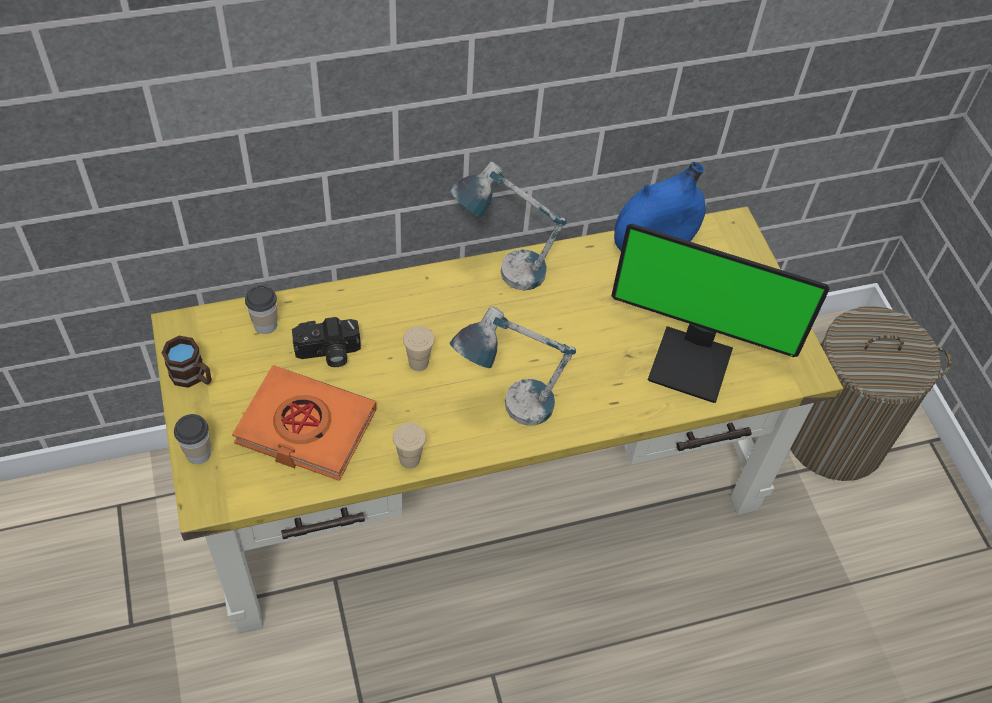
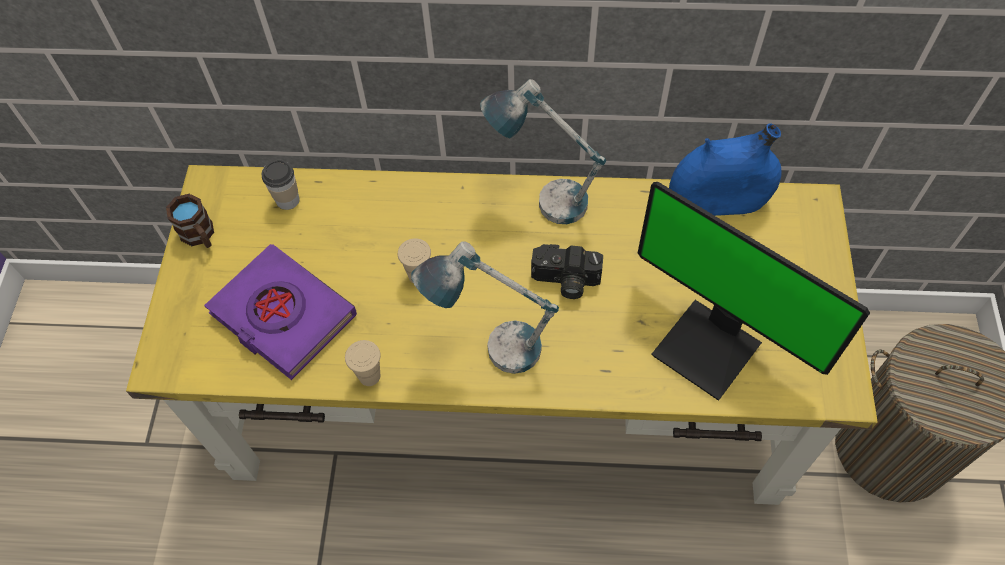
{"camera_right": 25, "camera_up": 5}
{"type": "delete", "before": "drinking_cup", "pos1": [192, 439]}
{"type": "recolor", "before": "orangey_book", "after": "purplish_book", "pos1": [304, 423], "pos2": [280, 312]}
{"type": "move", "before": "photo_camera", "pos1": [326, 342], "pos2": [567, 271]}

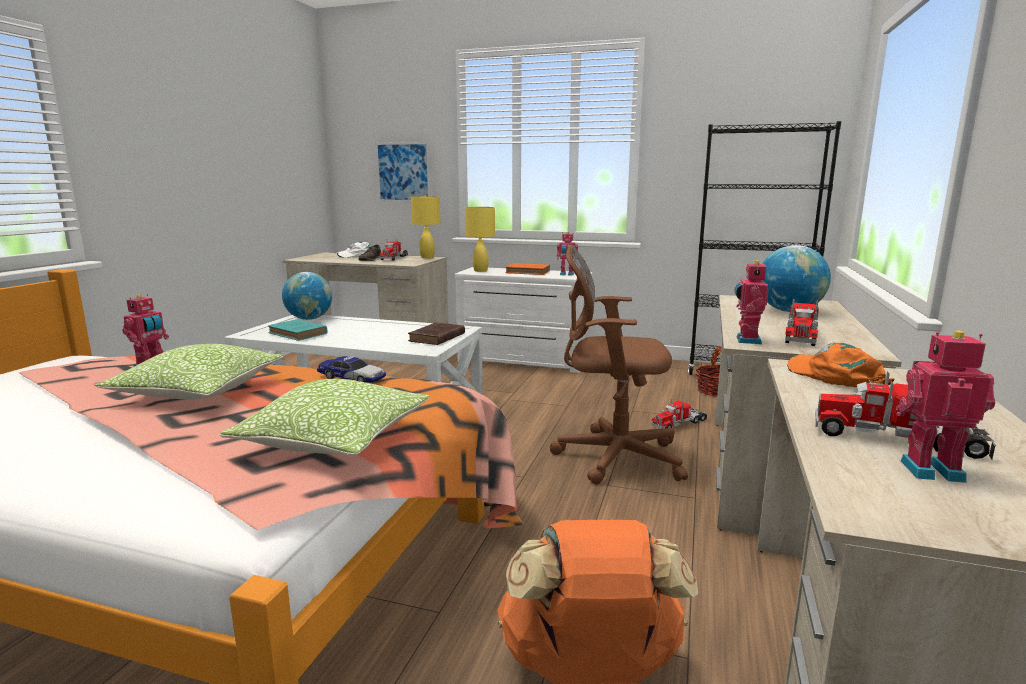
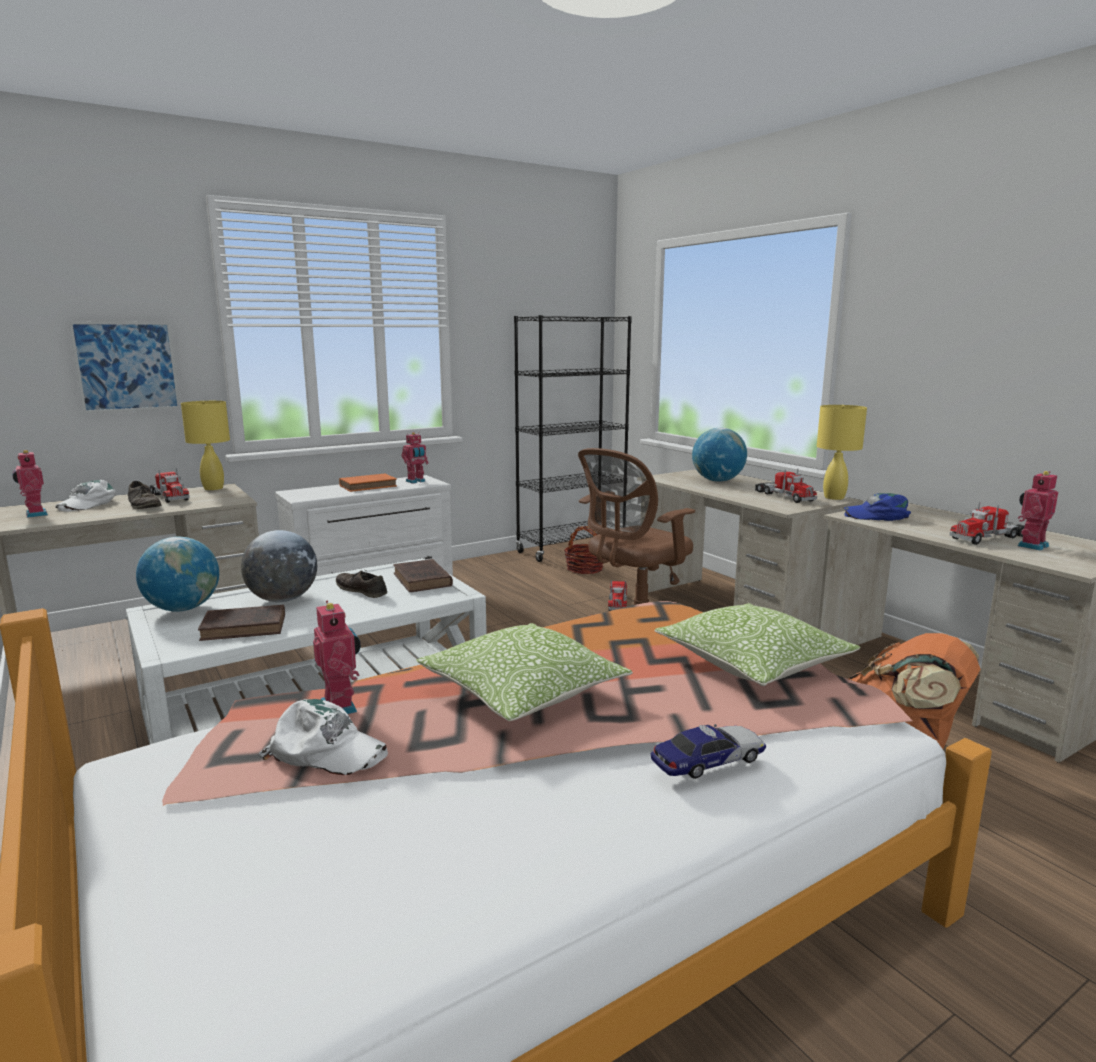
{"camera_right": -50, "camera_up": 0}
{"type": "recolor", "before": "turquoise_book", "after": "brown-coloured_book", "pos1": [297, 330], "pos2": [241, 623]}
{"type": "move", "before": "toy_car", "pos1": [351, 369], "pos2": [708, 751]}
{"type": "move", "before": "yellow-coloured_lamp_for_a_table", "pos1": [480, 239], "pos2": [842, 452]}
{"type": "move", "before": "robot_figure", "pos1": [752, 302], "pos2": [30, 484]}
{"type": "recolor", "before": "orangey_peaked_cap", "after": "bluish_peaked_cap", "pos1": [841, 365], "pos2": [877, 507]}
{"type": "insert", "after": "world_globe", "pos2": [279, 566]}
{"type": "insert", "after": "white-coloured_peaked_cap", "pos2": [323, 737]}
{"type": "insert", "after": "brown-coloured_shoe", "pos2": [361, 584]}

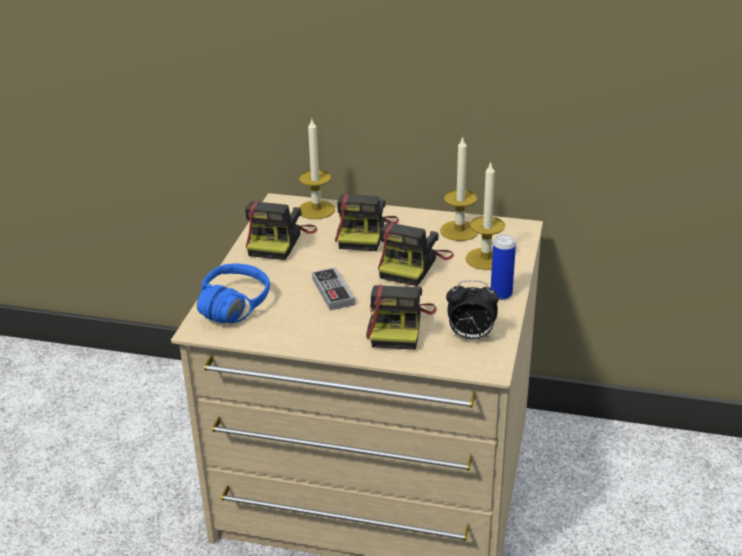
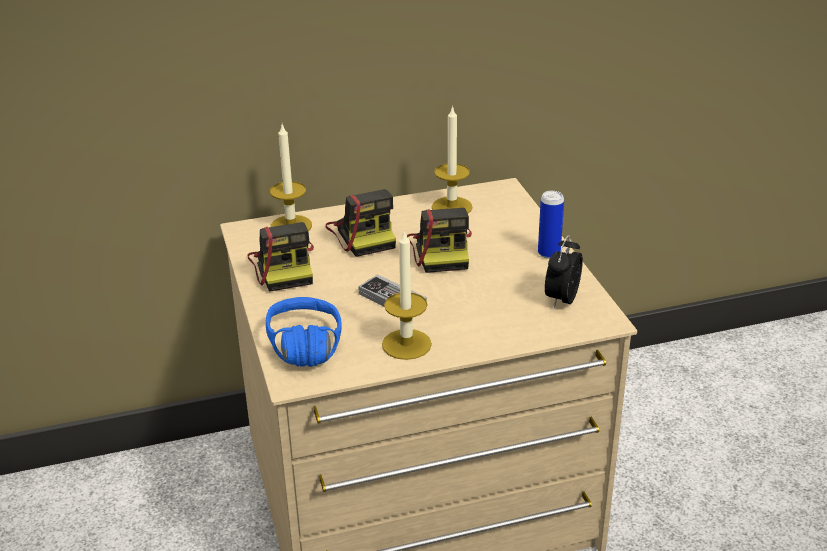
{"camera_right": -30, "camera_up": 0}
{"type": "delete", "before": "photo_camera", "pos1": [401, 317]}
{"type": "rotate", "before": "alarm_clock", "pos1": [472, 309], "pos2": [564, 272], "turn": 135}
{"type": "move", "before": "wax_candle", "pos1": [485, 215], "pos2": [407, 295]}

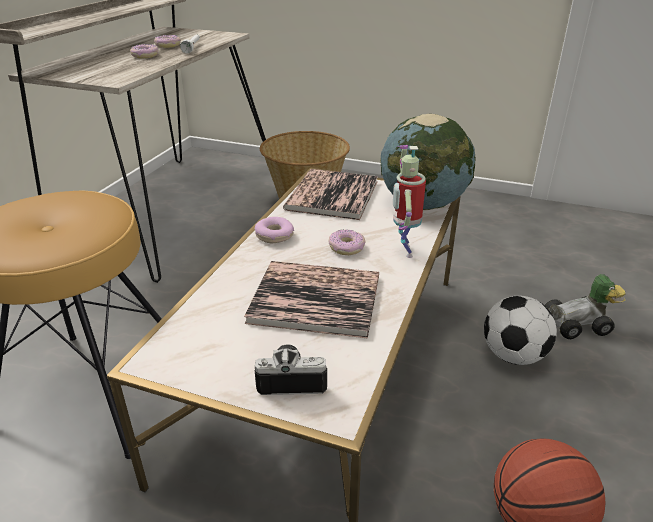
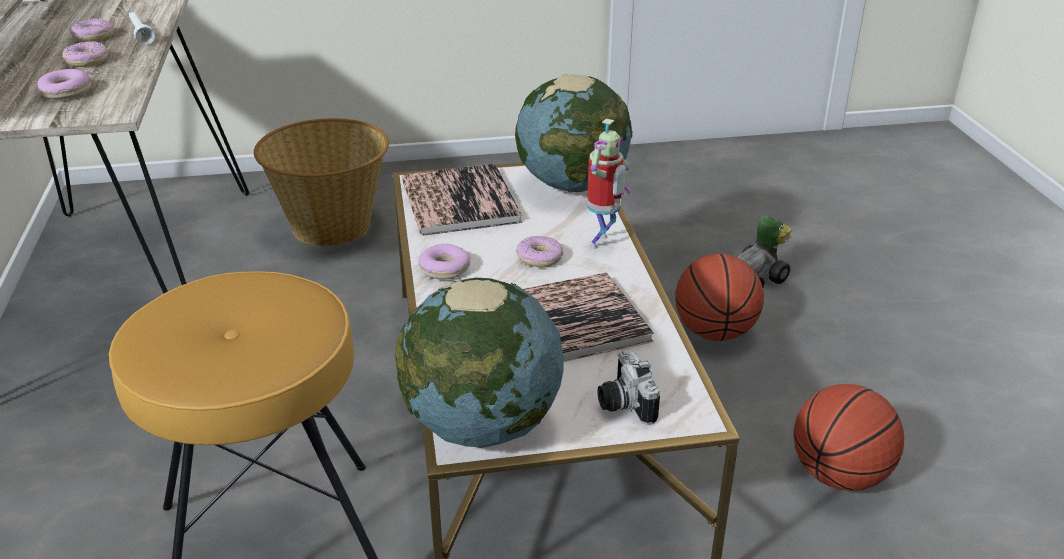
{"camera_right": -30, "camera_up": 0}
{"type": "rotate", "before": "photo_camera", "pos1": [291, 369], "pos2": [629, 386], "turn": -75}
{"type": "rotate", "before": "robot_figure", "pos1": [409, 201], "pos2": [608, 184], "turn": -120}
{"type": "replace", "before": "football", "after": "ball_for_basketball", "pos1": [520, 330], "pos2": [719, 297]}
{"type": "insert", "after": "ring_doughnut", "pos2": [64, 84]}
{"type": "insert", "after": "world_globe", "pos2": [479, 363]}

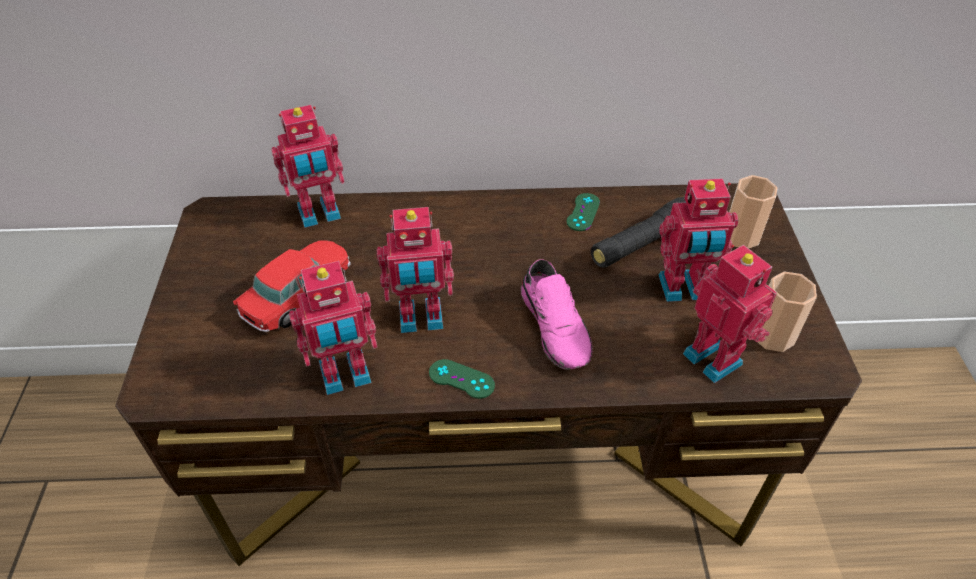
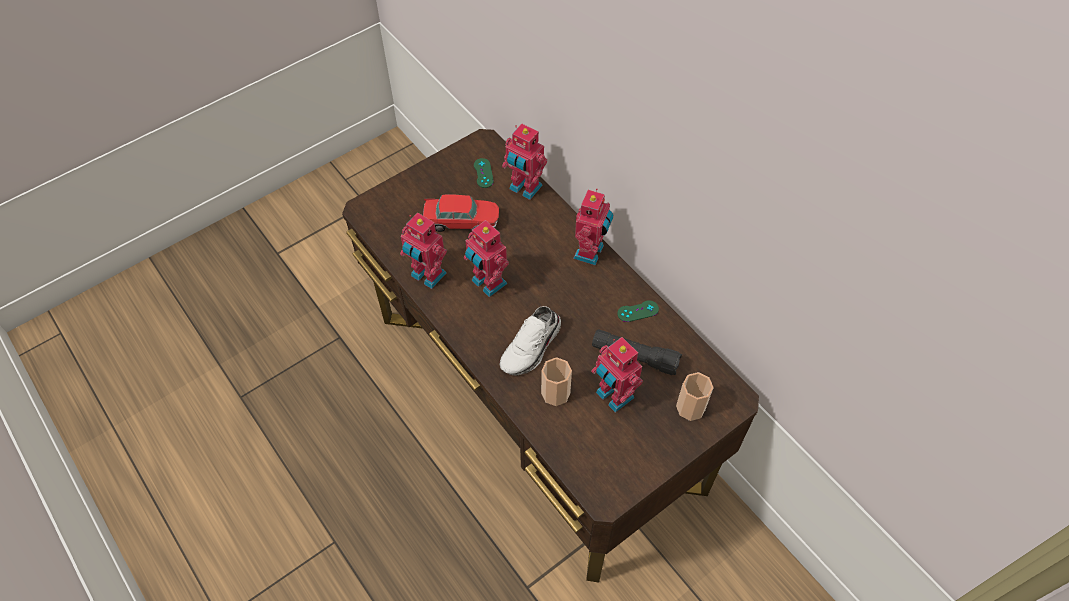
{"camera_right": 55, "camera_up": 10}
{"type": "move", "before": "green-coloured_joypad", "pos1": [462, 379], "pos2": [484, 173]}
{"type": "recolor", "before": "pink-coloured_shoe", "after": "white-coloured_shoe", "pos1": [557, 314], "pos2": [530, 341]}
{"type": "move", "before": "robot_figure", "pos1": [730, 314], "pos2": [593, 227]}
{"type": "move", "before": "drinking_cup", "pos1": [787, 312], "pos2": [556, 381]}

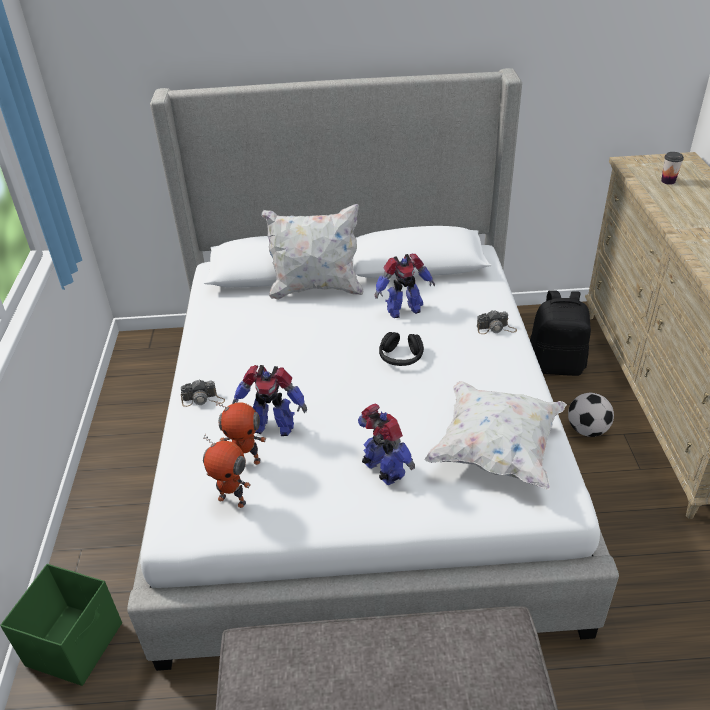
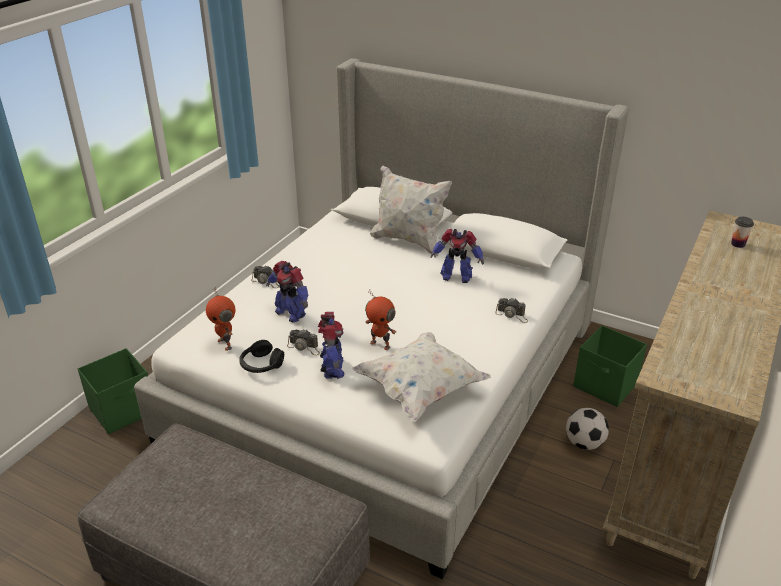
{"camera_right": 30, "camera_up": -5}
{"type": "move", "before": "robot_figure", "pos1": [241, 432], "pos2": [380, 320]}
{"type": "move", "before": "black-coloured_headphones", "pos1": [401, 349], "pos2": [261, 356]}
{"type": "replace", "before": "black-coloured_rucksack", "after": "green-coloured_storage_box", "pos1": [560, 333], "pos2": [610, 366]}
{"type": "insert", "after": "photo_camera", "pos2": [303, 342]}

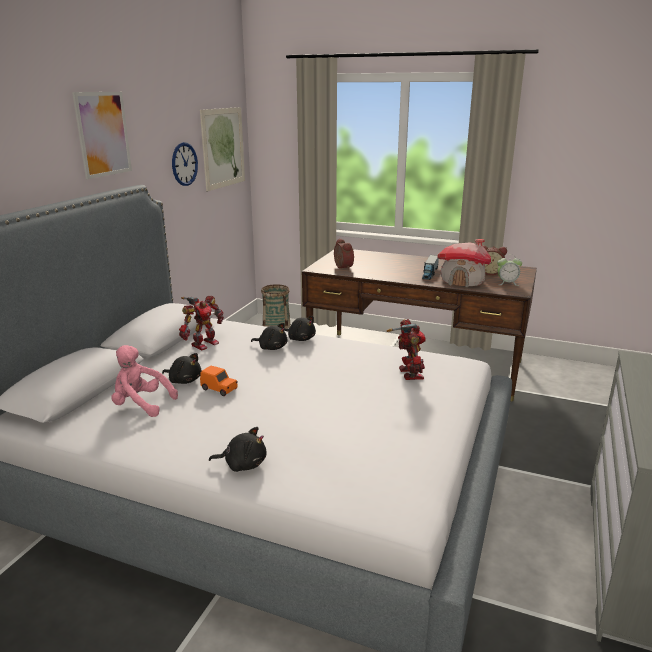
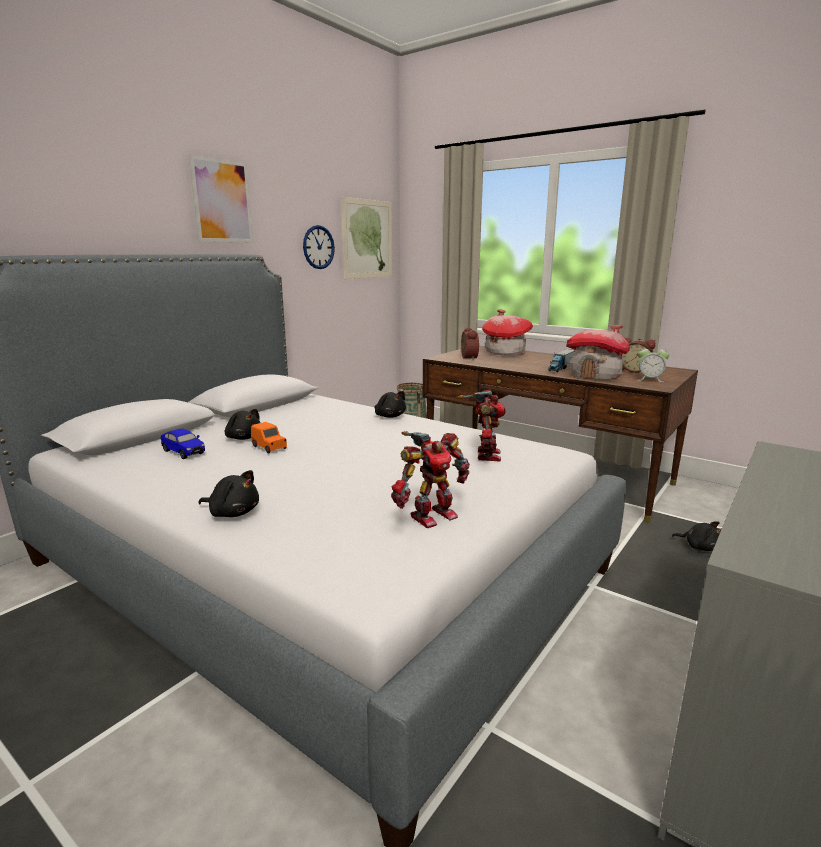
{"camera_right": 15, "camera_up": -5}
{"type": "replace", "before": "pink-coloured_plush_toy", "after": "toy_car", "pos1": [145, 381], "pos2": [183, 444]}
{"type": "move", "before": "robot_figure", "pos1": [201, 323], "pos2": [430, 479]}
{"type": "move", "before": "black-coloured_plush_toy", "pos1": [269, 336], "pos2": [697, 536]}
{"type": "insert", "after": "model_house", "pos2": [507, 332]}

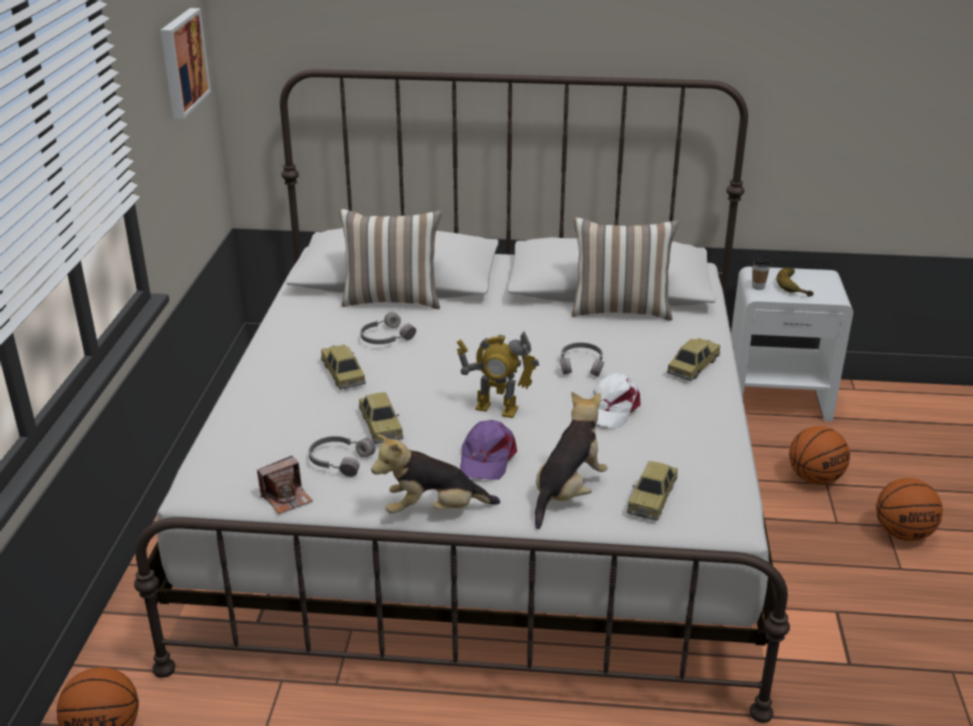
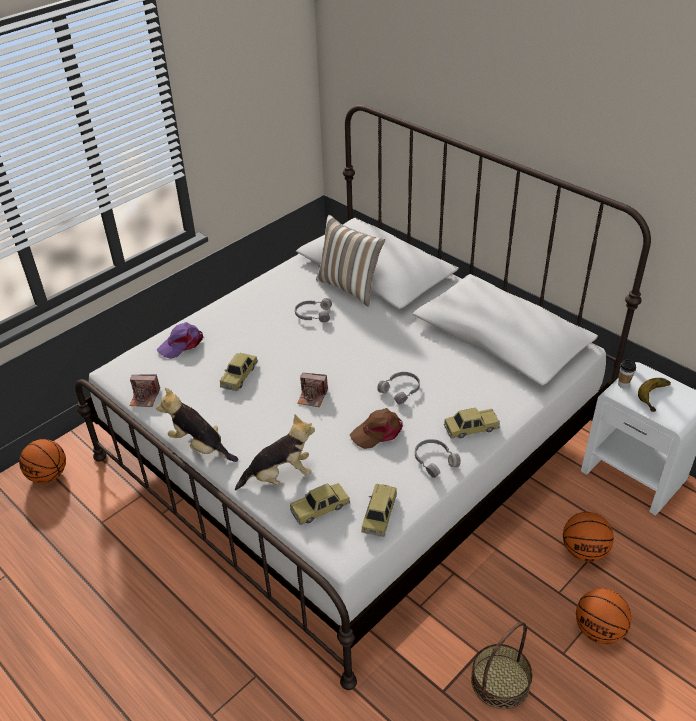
{"camera_right": 40, "camera_up": 10}
{"type": "delete", "before": "picture", "pos1": [185, 63]}
{"type": "move", "before": "gray_headphones", "pos1": [342, 456], "pos2": [438, 458]}
{"type": "move", "before": "toy_car", "pos1": [343, 367], "pos2": [379, 510]}
{"type": "replace", "before": "robot_figure", "after": "photo_camera", "pos1": [498, 374], "pos2": [312, 390]}
{"type": "move", "before": "purplish_peaked_cap", "pos1": [488, 450], "pos2": [179, 340]}
{"type": "delete", "before": "pillow", "pos1": [625, 269]}
{"type": "recolor", "before": "white-coloured_peaked_cap", "after": "brown-coloured_peaked_cap", "pos1": [615, 400], "pos2": [376, 428]}
{"type": "insert", "after": "basket", "pos2": [501, 665]}

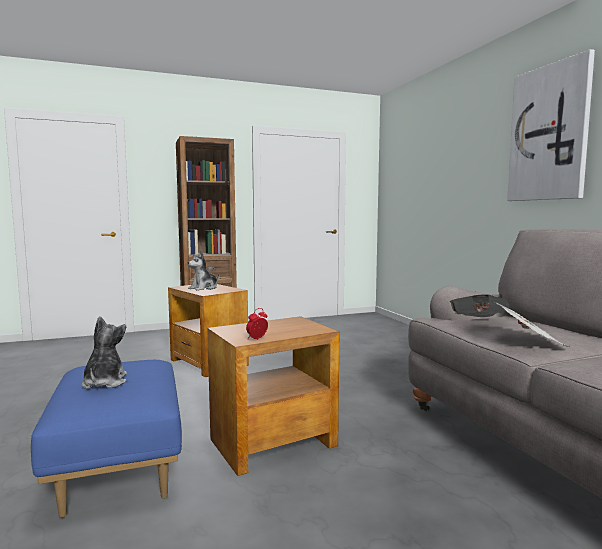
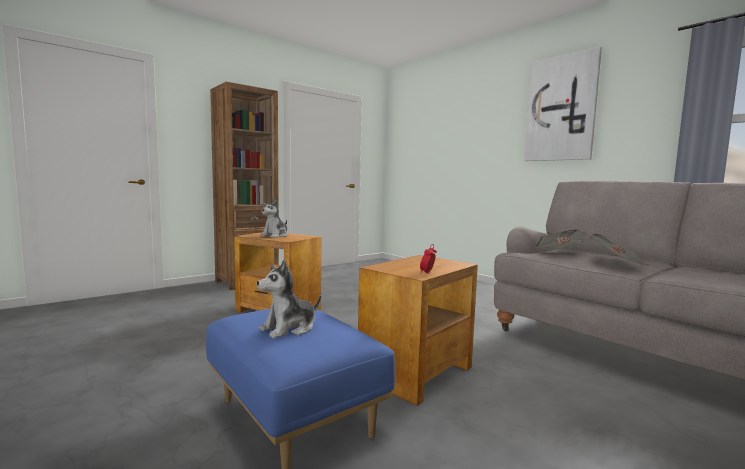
{"camera_right": -20, "camera_up": 0}
{"type": "rotate", "before": "plush_toy", "pos1": [104, 352], "pos2": [289, 299], "turn": -105}

